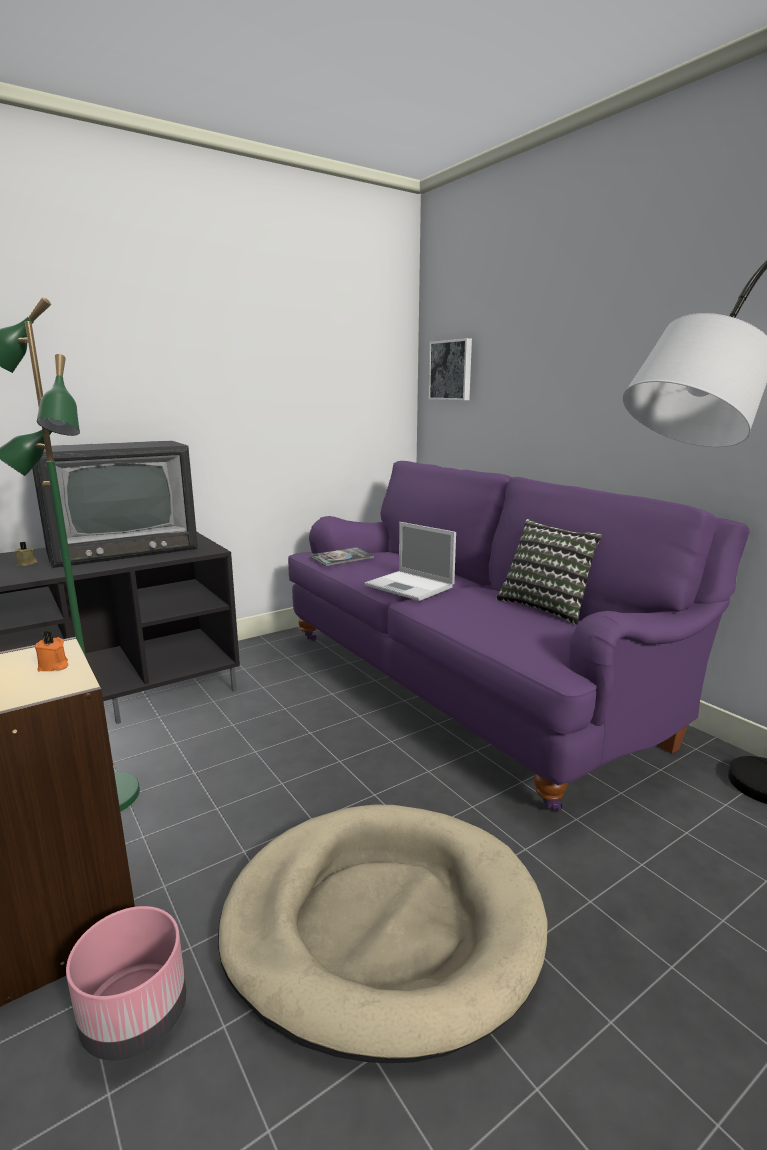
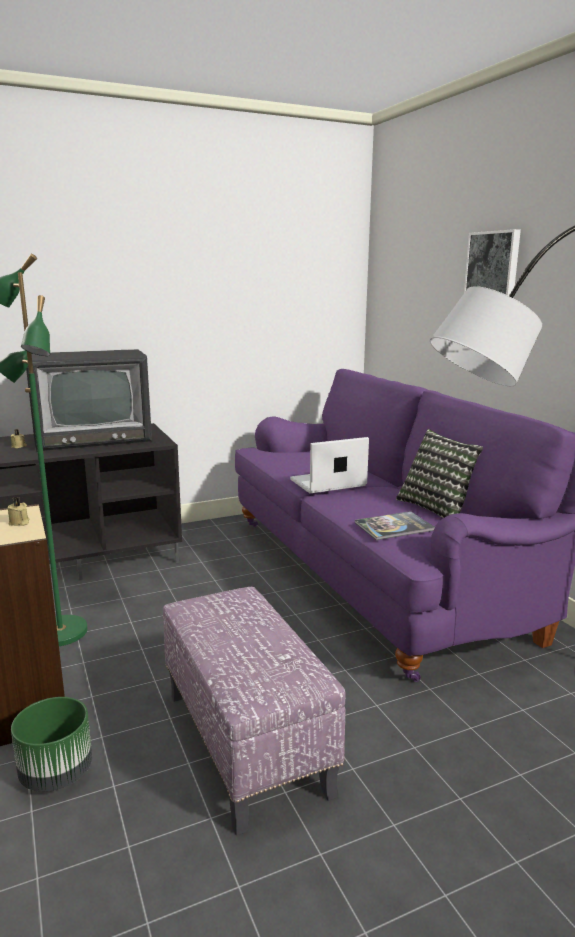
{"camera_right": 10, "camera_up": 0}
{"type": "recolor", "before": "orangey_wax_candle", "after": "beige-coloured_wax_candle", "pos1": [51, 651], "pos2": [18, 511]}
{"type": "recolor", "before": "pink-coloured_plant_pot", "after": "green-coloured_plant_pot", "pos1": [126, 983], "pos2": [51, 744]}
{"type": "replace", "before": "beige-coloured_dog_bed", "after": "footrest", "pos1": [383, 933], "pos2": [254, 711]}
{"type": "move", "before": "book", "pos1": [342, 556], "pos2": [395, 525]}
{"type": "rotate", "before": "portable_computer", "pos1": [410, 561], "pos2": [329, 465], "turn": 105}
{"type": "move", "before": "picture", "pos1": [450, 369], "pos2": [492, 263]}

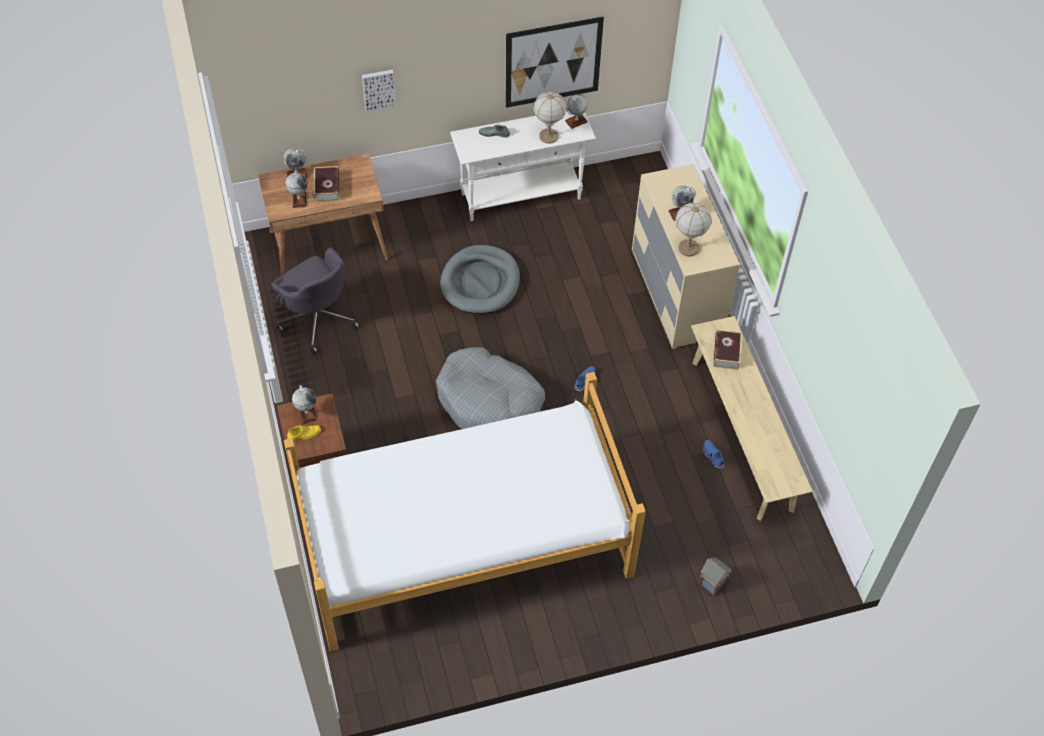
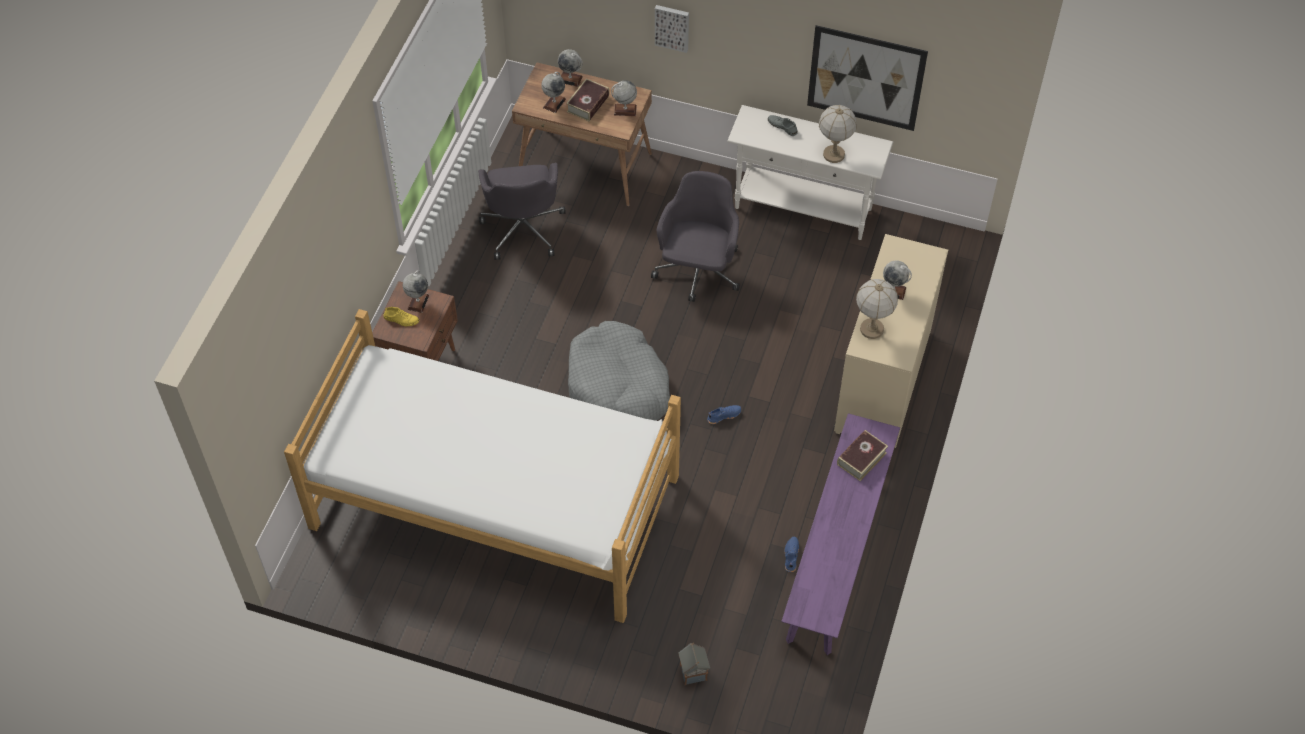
{"camera_right": 35, "camera_up": 0}
{"type": "replace", "before": "gray_dog_bed", "after": "gray_office_chair", "pos1": [480, 279], "pos2": [695, 236]}
{"type": "move", "before": "world_globe", "pos1": [576, 111], "pos2": [624, 98]}
{"type": "recolor", "before": "beige-coloured_bench", "after": "purplish_bench", "pos1": [752, 418], "pos2": [840, 534]}

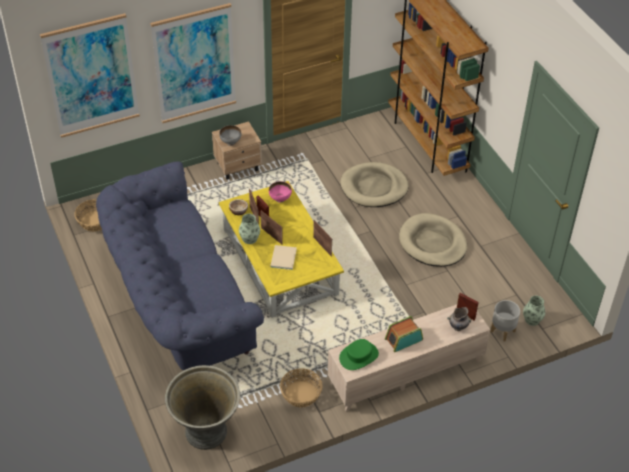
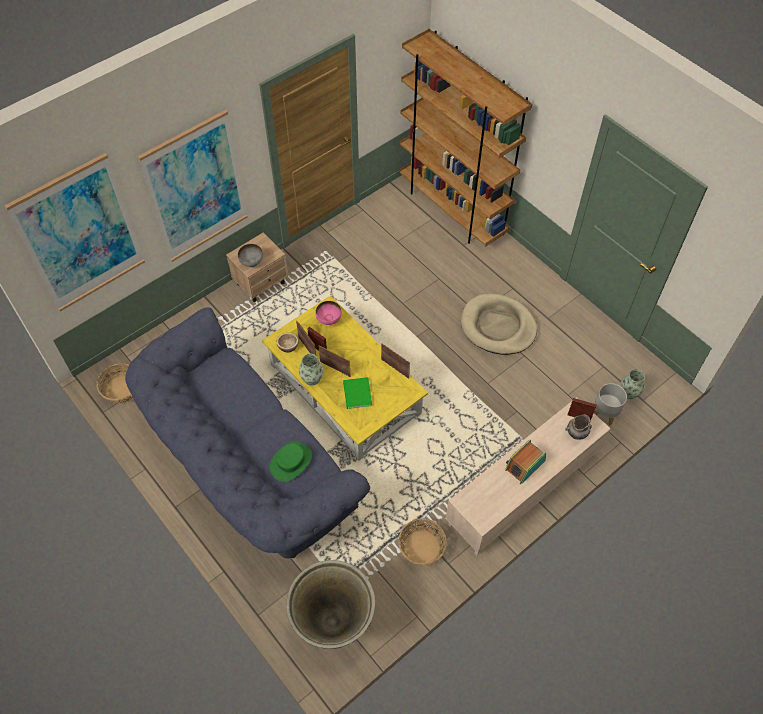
{"camera_right": -15, "camera_up": 10}
{"type": "recolor", "before": "beige-coloured_book", "after": "green-coloured_book", "pos1": [283, 257], "pos2": [357, 393]}
{"type": "move", "before": "green-coloured_clothing_hat", "pos1": [359, 354], "pos2": [290, 462]}
{"type": "delete", "before": "beige-coloured_dog_bed", "pos1": [374, 184]}

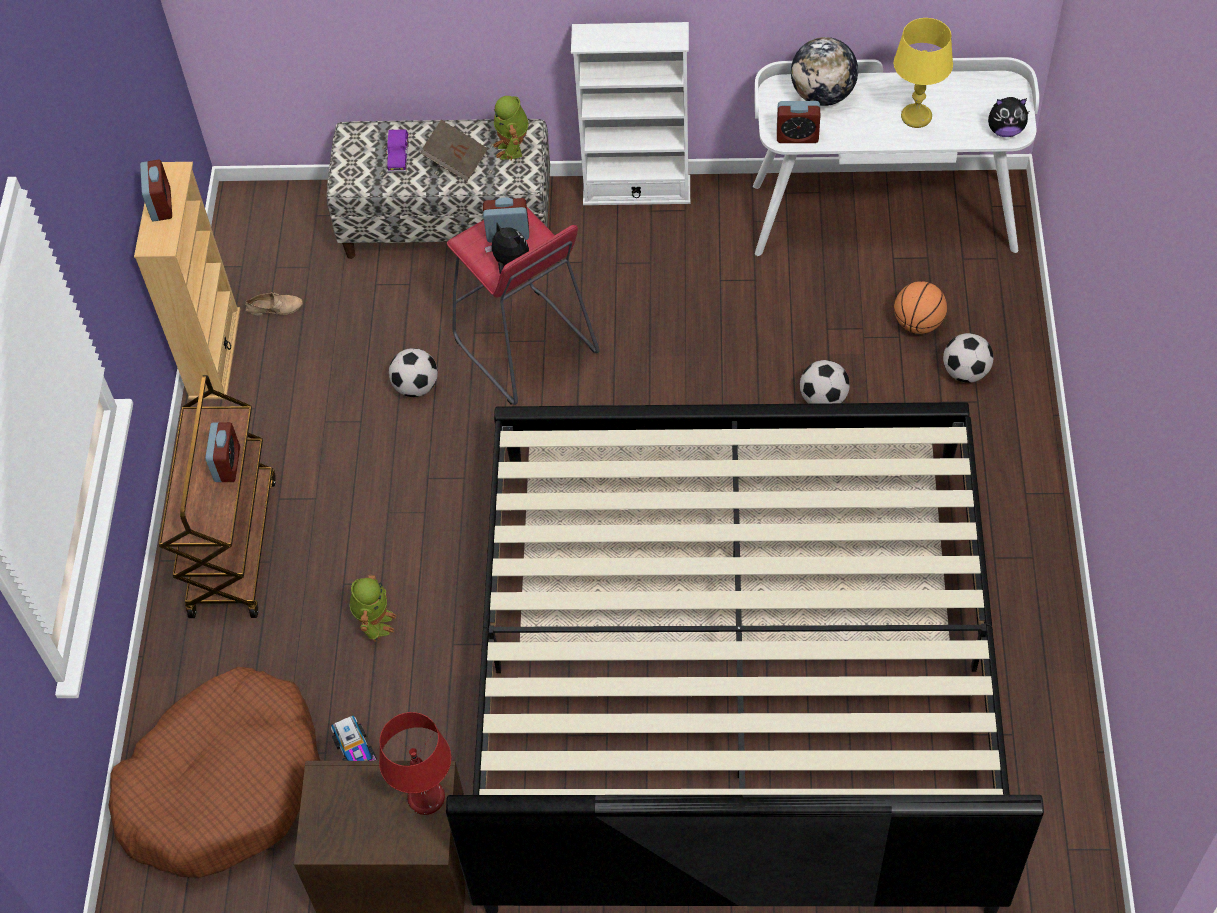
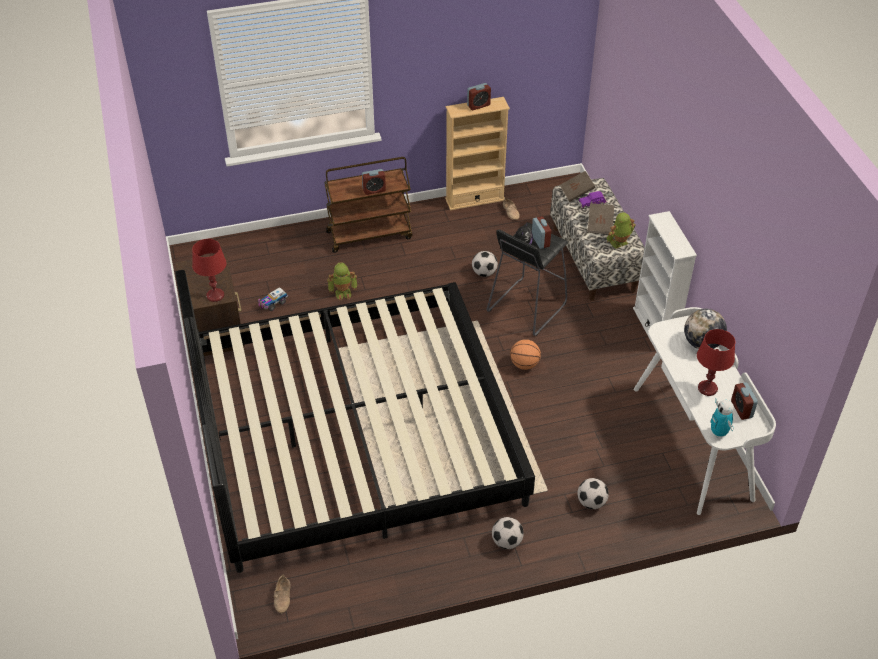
{"camera_right": 70, "camera_up": -10}
{"type": "delete", "before": "brown-coloured_dog_bed", "pos1": [214, 772]}
{"type": "recolor", "before": "red-coloured_sitting_stool", "after": "black-coloured_sitting_stool", "pos1": [523, 306], "pos2": [527, 279]}
{"type": "move", "before": "alarm_clock", "pos1": [798, 122], "pos2": [744, 401]}
{"type": "move", "before": "football", "pos1": [825, 382], "pos2": [508, 533]}
{"type": "recolor", "before": "yellow-coloured_lamp_for_a_table", "after": "red-coloured_lamp_for_a_table", "pos1": [923, 73], "pos2": [716, 362]}
{"type": "move", "before": "ball_for_basketball", "pos1": [920, 307], "pos2": [525, 354]}
{"type": "replace", "before": "plush_toy", "after": "robot_figure", "pos1": [1008, 117], "pos2": [722, 418]}
{"type": "insert", "after": "beige-coloured_shoe", "pos2": [282, 594]}
{"type": "insert", "after": "brown-coloured_book", "pos2": [578, 186]}

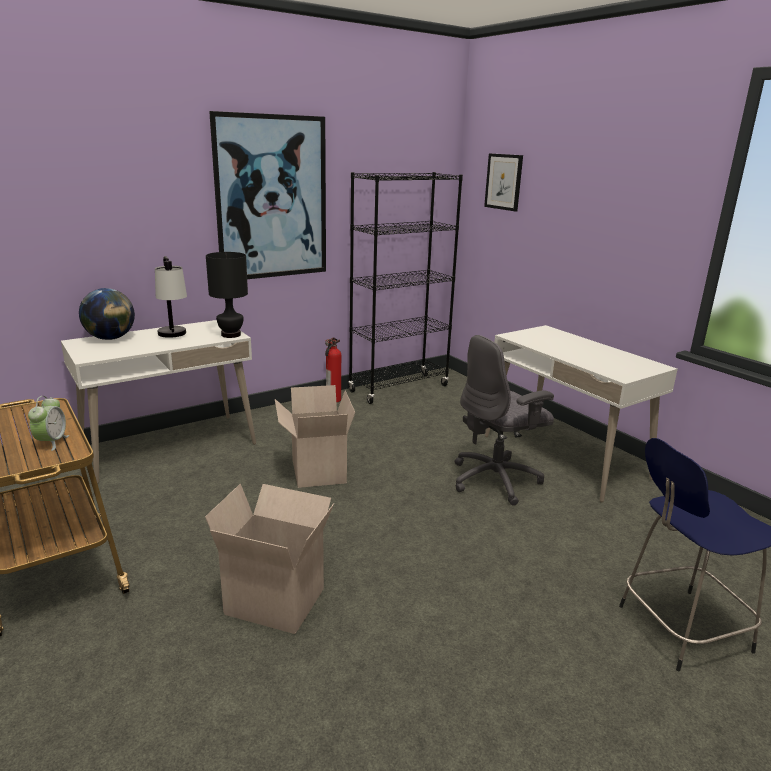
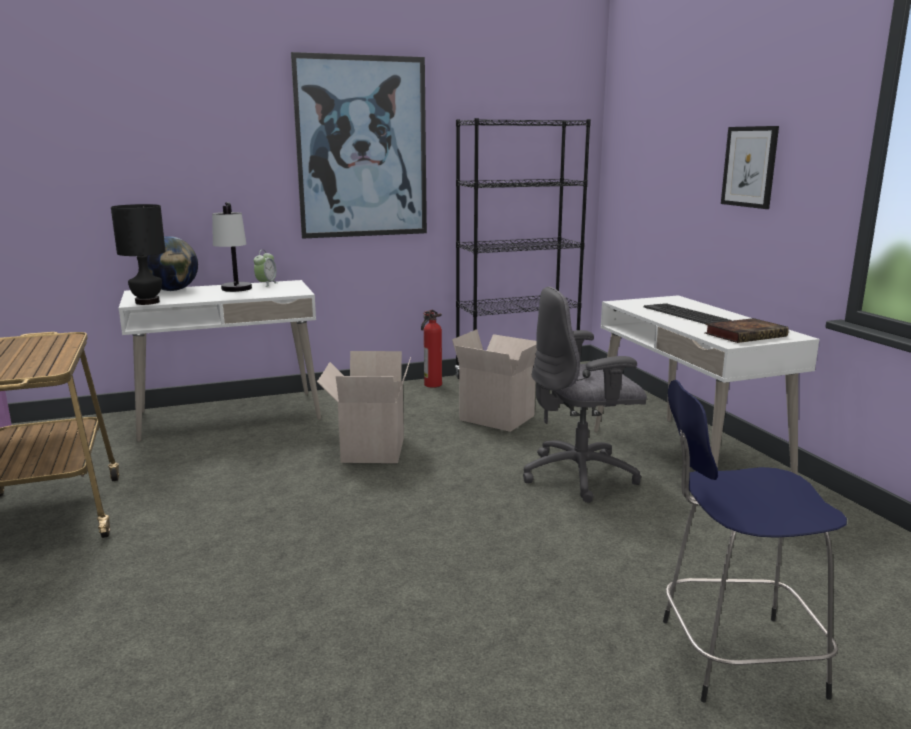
{"camera_right": 15, "camera_up": -5}
{"type": "move", "before": "alarm_clock", "pos1": [48, 423], "pos2": [266, 268]}
{"type": "move", "before": "carton", "pos1": [269, 559], "pos2": [494, 381]}
{"type": "move", "before": "black-coloured_lamp_for_a_table", "pos1": [227, 295], "pos2": [138, 254]}
{"type": "move", "before": "picture", "pos1": [503, 182], "pos2": [750, 167]}
{"type": "insert", "after": "keyboard", "pos2": [688, 313]}
{"type": "insert", "after": "book", "pos2": [746, 330]}

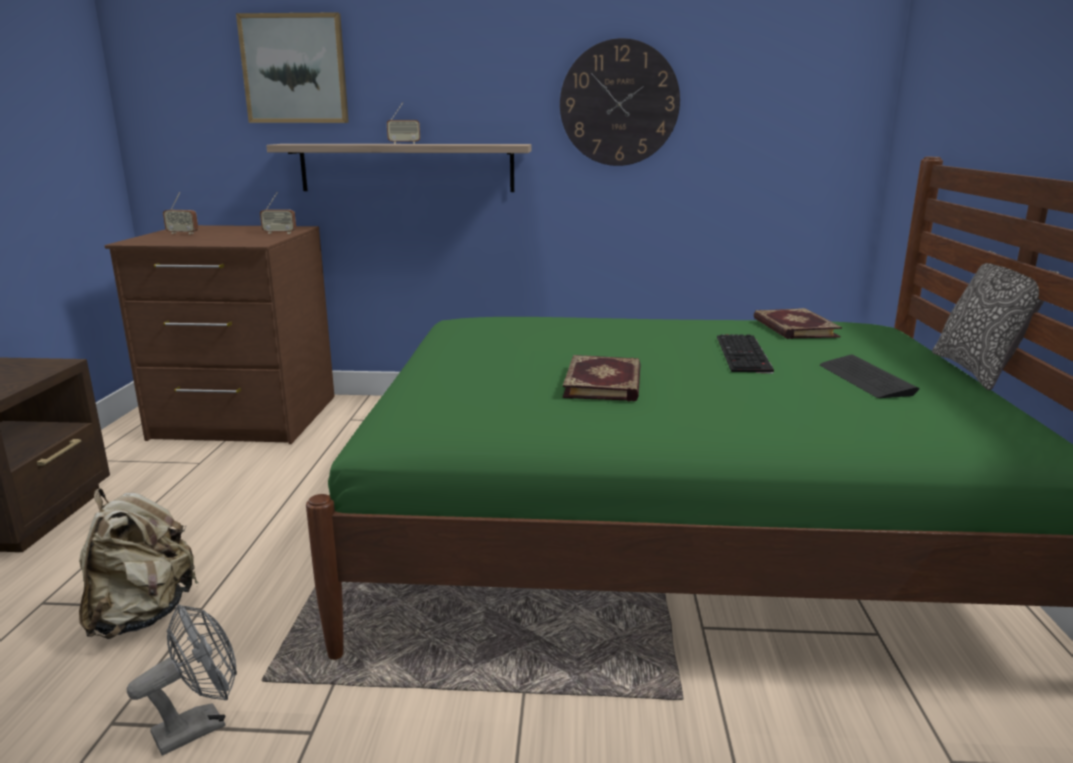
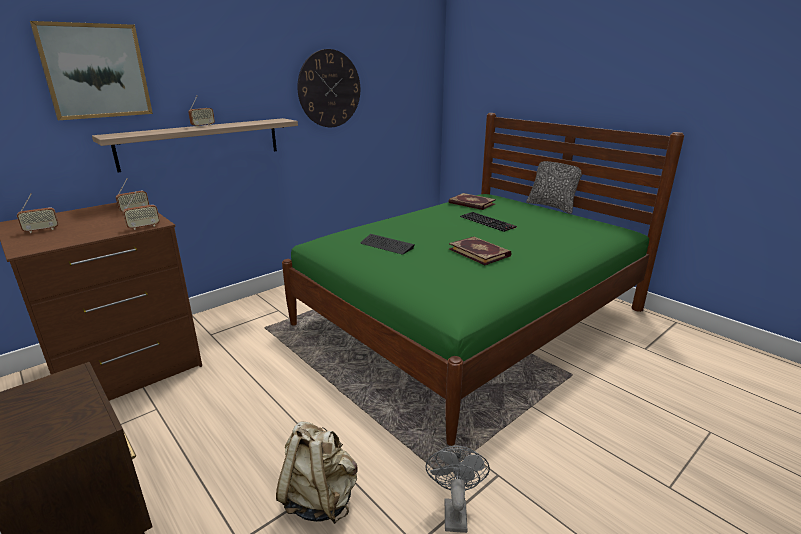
{"camera_right": -45, "camera_up": 5}
{"type": "move", "before": "keyboard", "pos1": [870, 376], "pos2": [387, 244]}
{"type": "insert", "after": "radio", "pos2": [141, 210]}

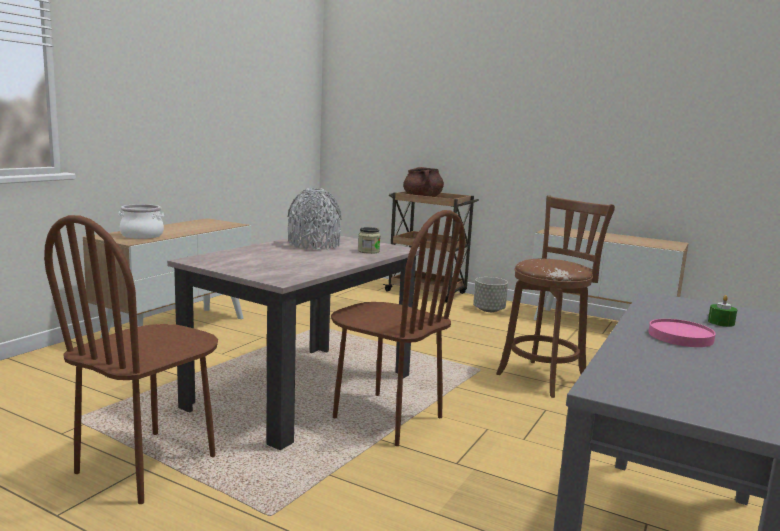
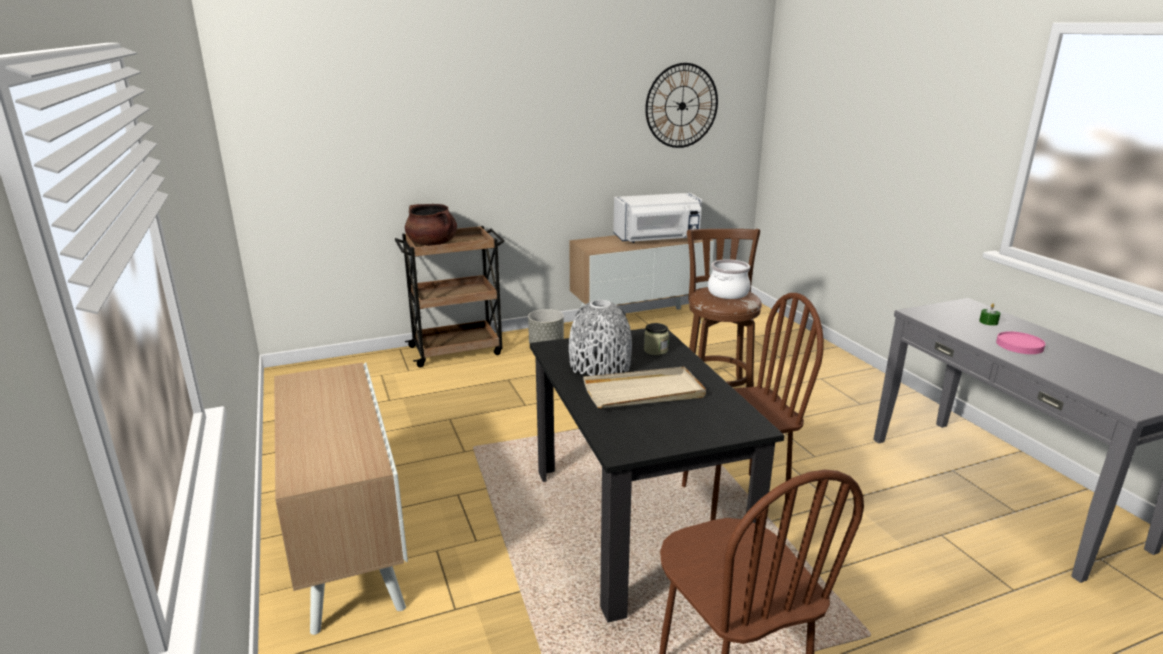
{"camera_right": -50, "camera_up": 10}
{"type": "move", "before": "cooking_pot", "pos1": [141, 221], "pos2": [729, 279]}
{"type": "recolor", "before": "beige-coloured_dinner_table", "after": "black-coloured_dinner_table", "pos1": [293, 342], "pos2": [657, 475]}
{"type": "insert", "after": "beige-coloured_serving_tray", "pos2": [644, 387]}
{"type": "insert", "after": "white-coloured_microwave_oven", "pos2": [657, 218]}
{"type": "insert", "after": "wall_clock", "pos2": [681, 105]}

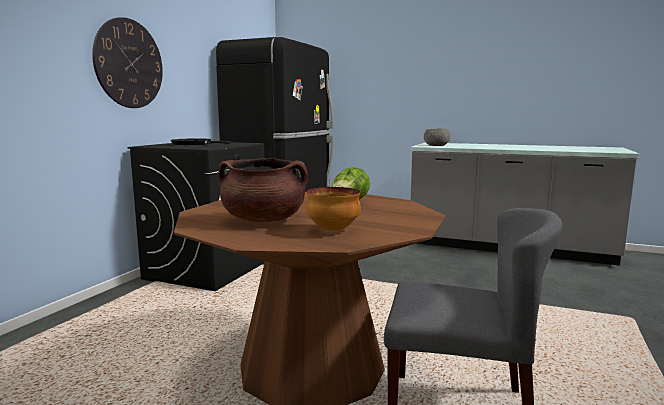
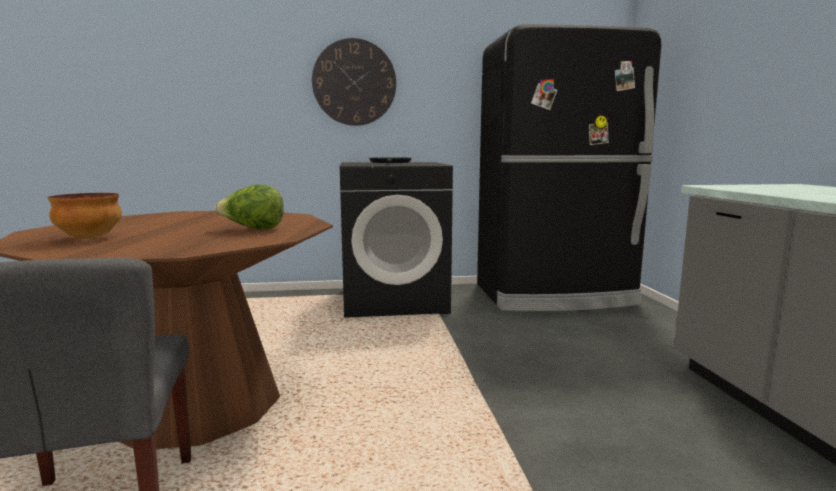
{"camera_right": 60, "camera_up": 0}
{"type": "delete", "before": "brown-coloured_cooking_pot", "pos1": [263, 190]}
{"type": "delete", "before": "gray_serving_bowl", "pos1": [437, 137]}

